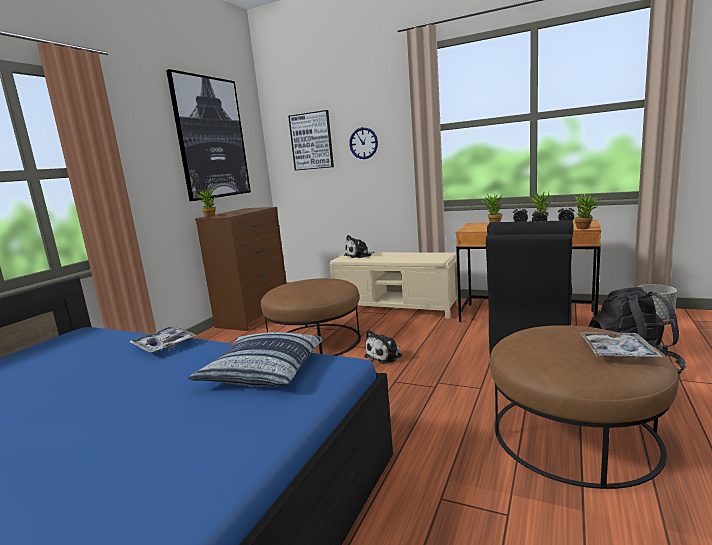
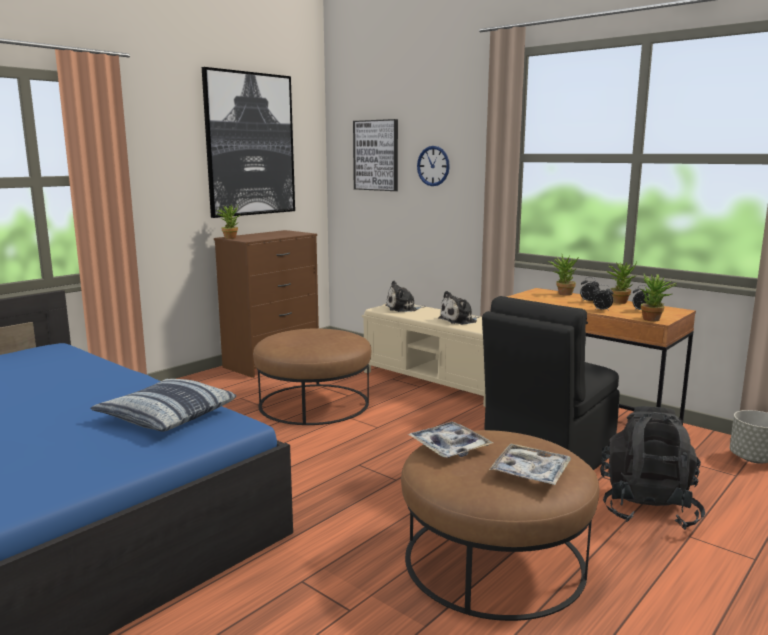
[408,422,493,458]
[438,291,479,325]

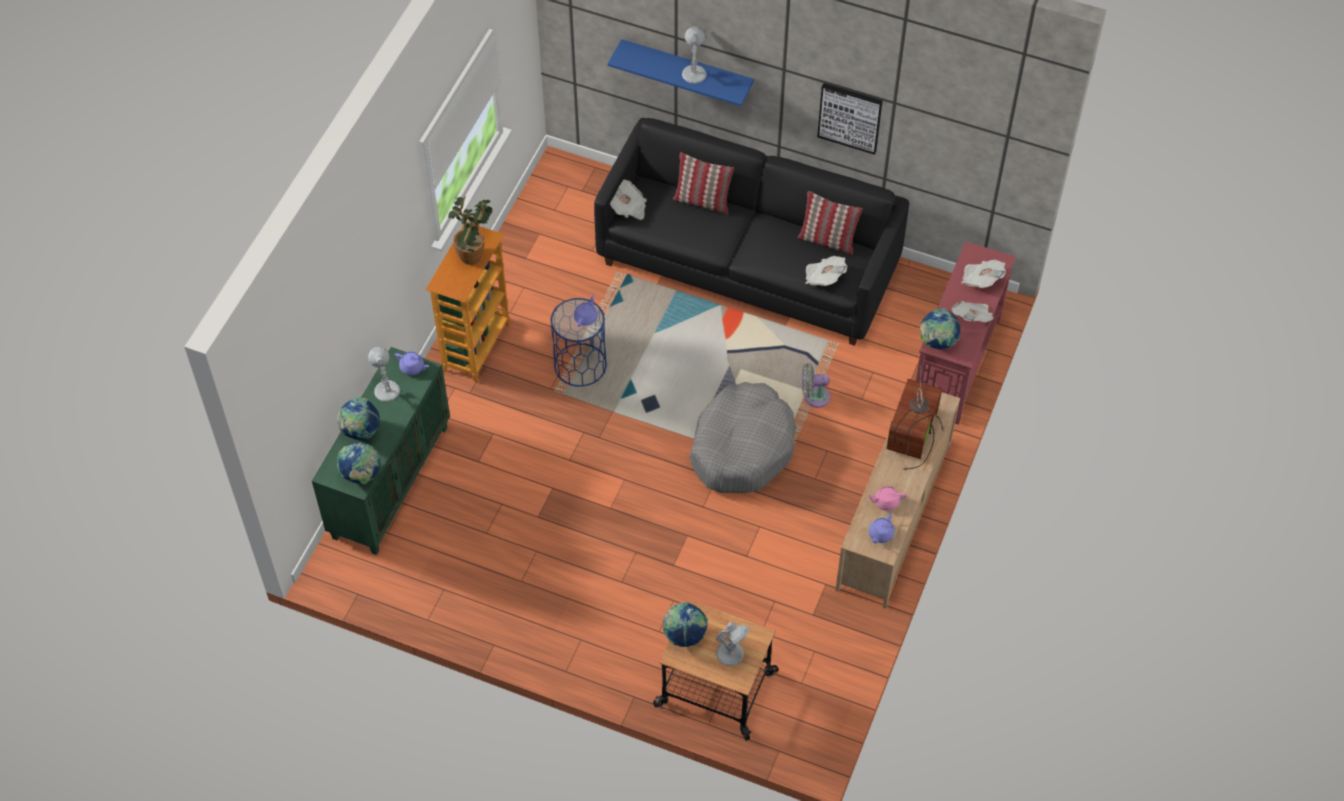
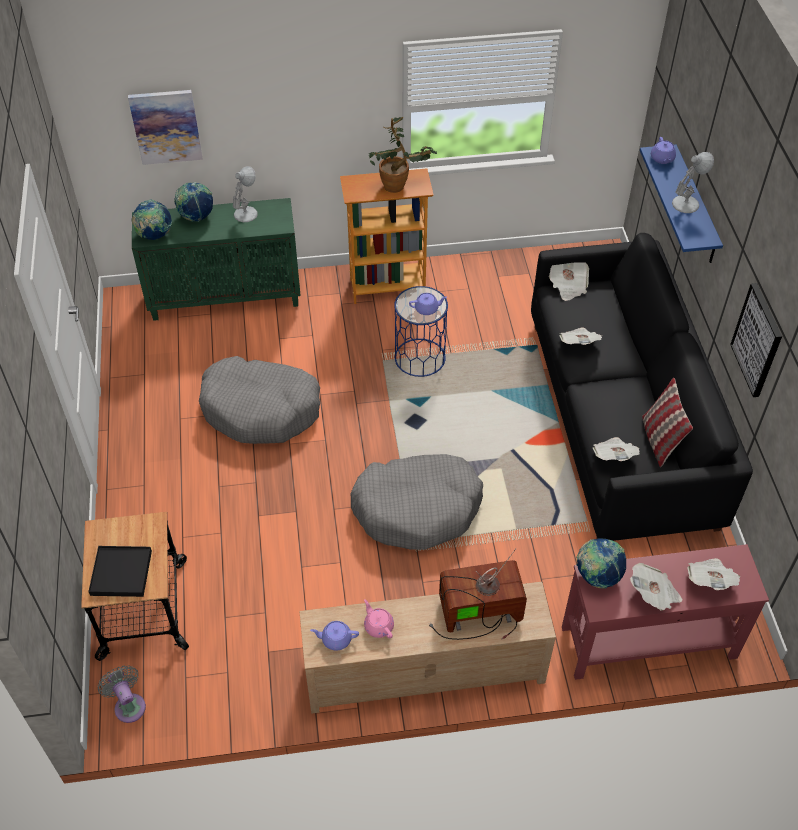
[673,153,734,214] (first image)
[651,137,676,164]
[98,665,146,723]
[663,602,708,647] (first image)
[88,546,152,597]
[128,90,203,165]
[560,328,602,345]
[199,356,320,444]

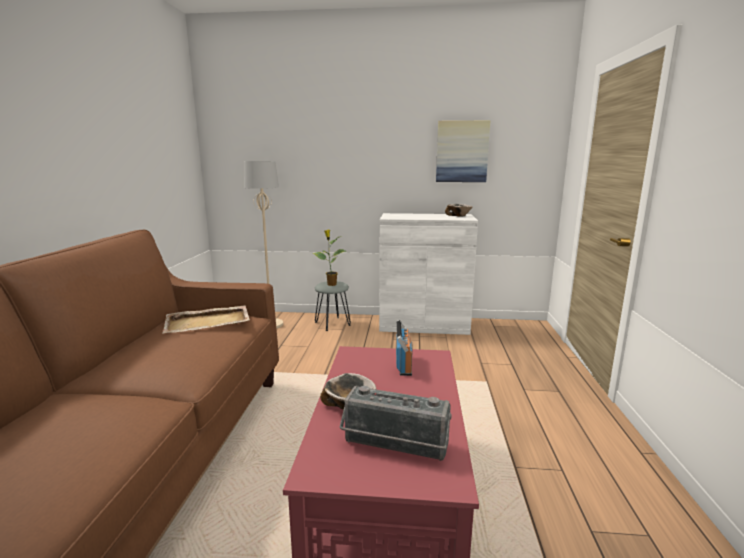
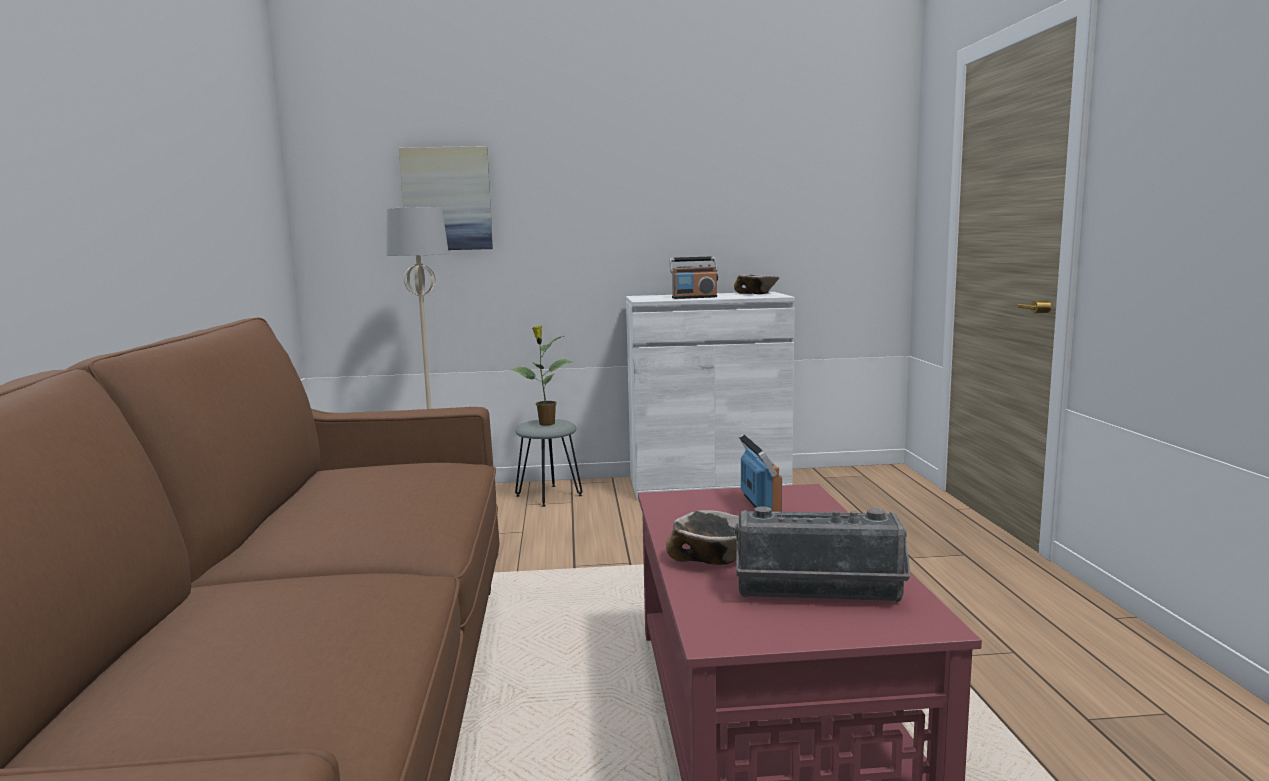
[399,146,493,250]
[163,305,250,334] (first image)
[669,257,718,299]

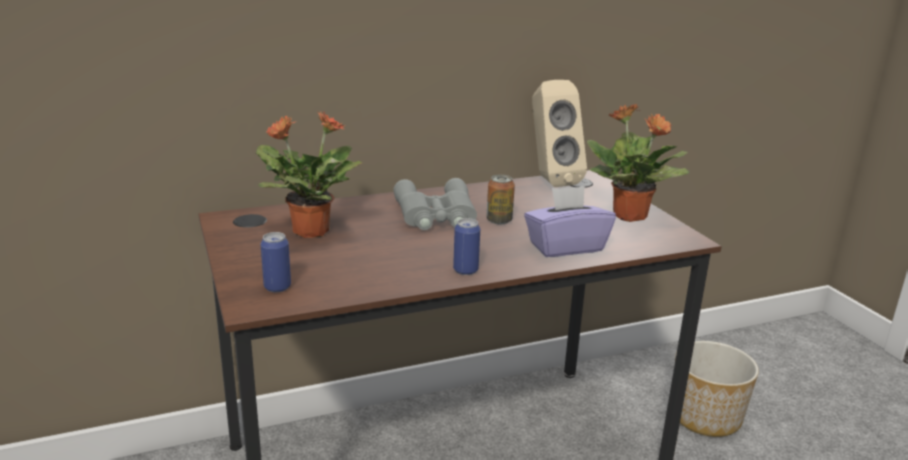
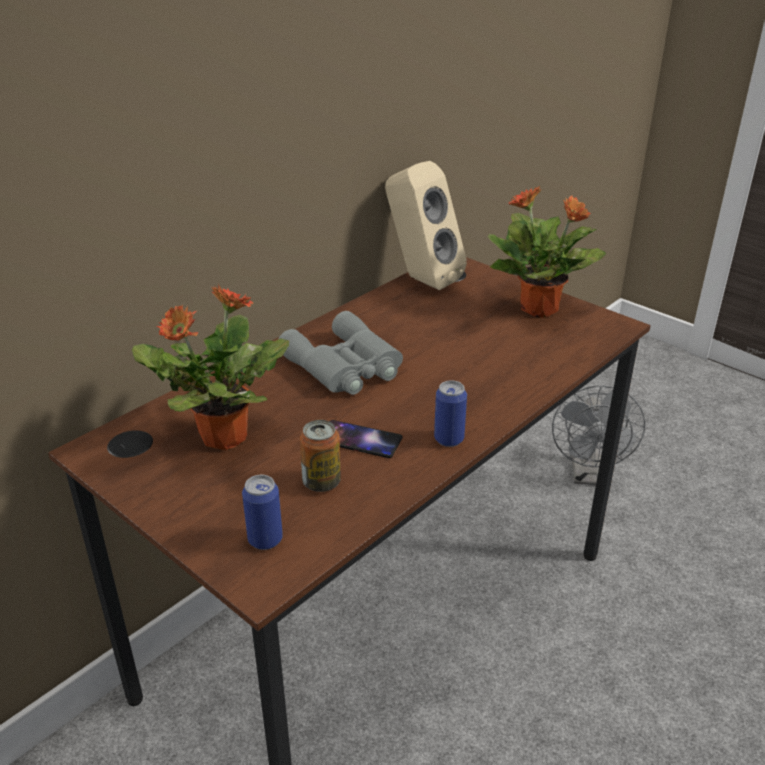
[300,420,341,492]
[524,186,616,257] (first image)
[552,385,645,485]
[330,420,403,458]

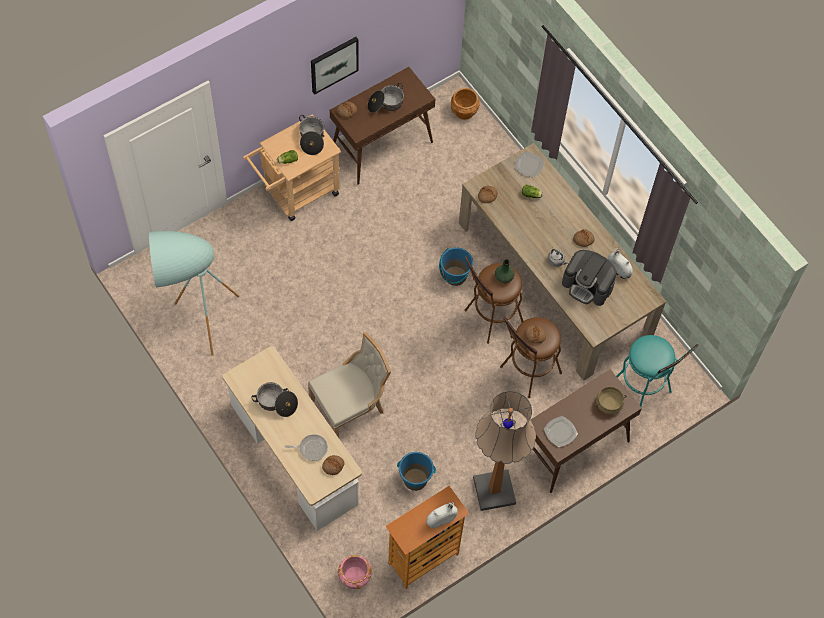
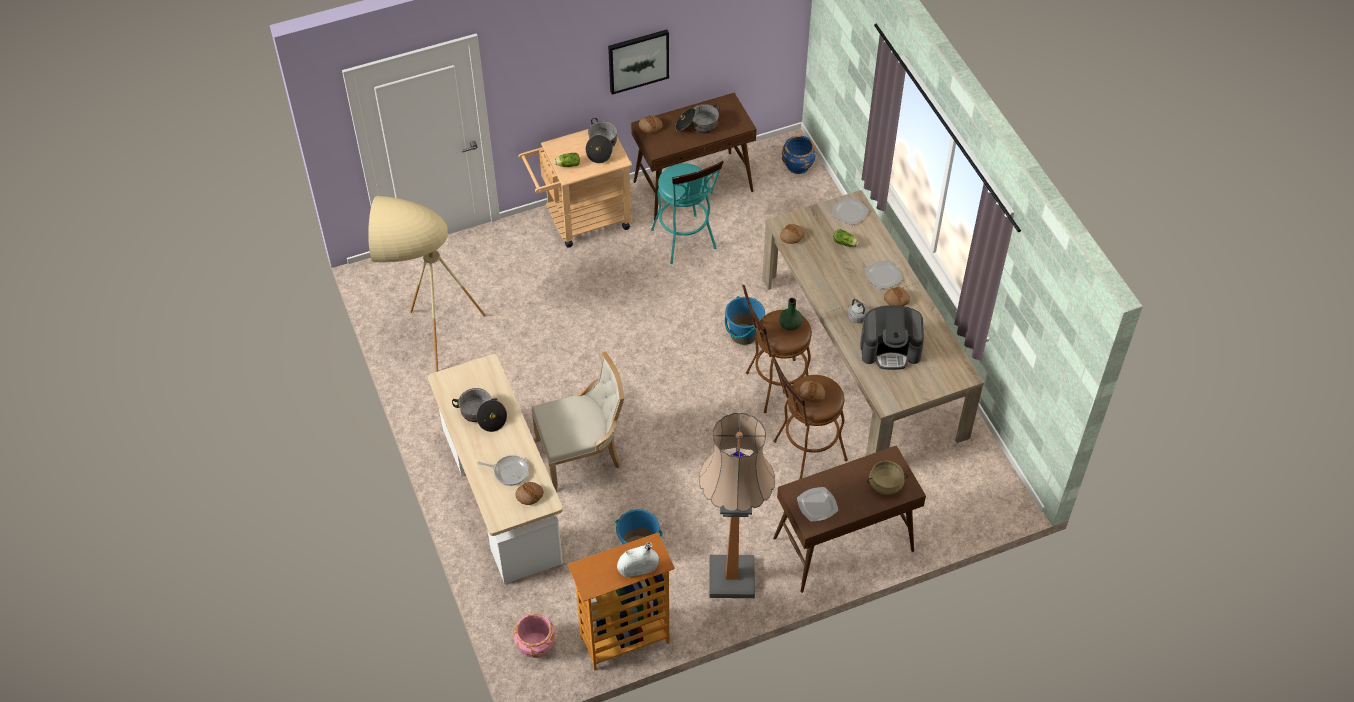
[782,136,816,174]
[368,196,486,372]
[607,248,633,279] (first image)
[860,305,924,370]
[651,161,724,264]
[865,260,903,289]

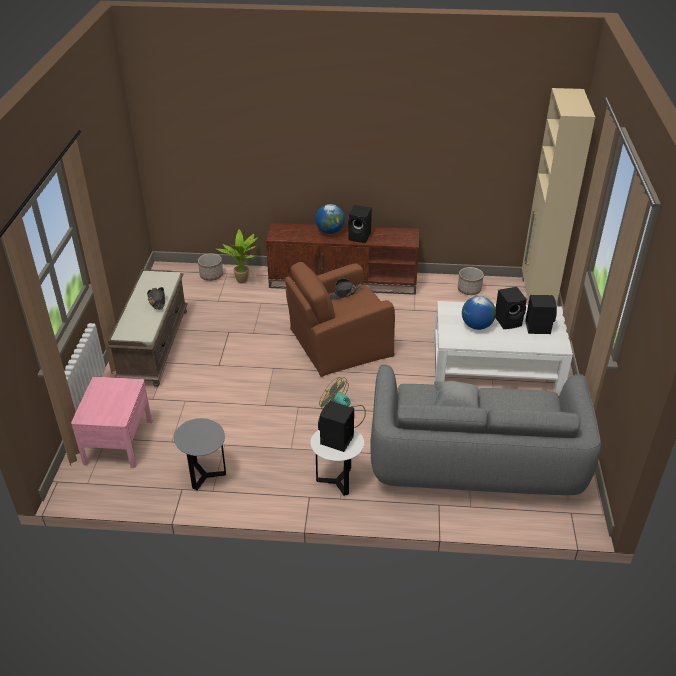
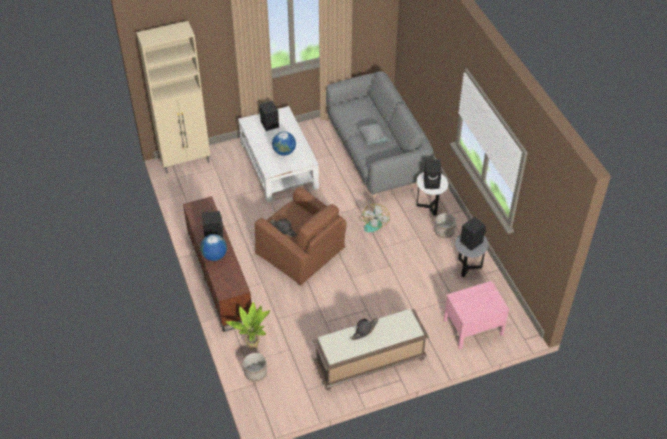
[435,213,456,238]
[460,217,486,251]

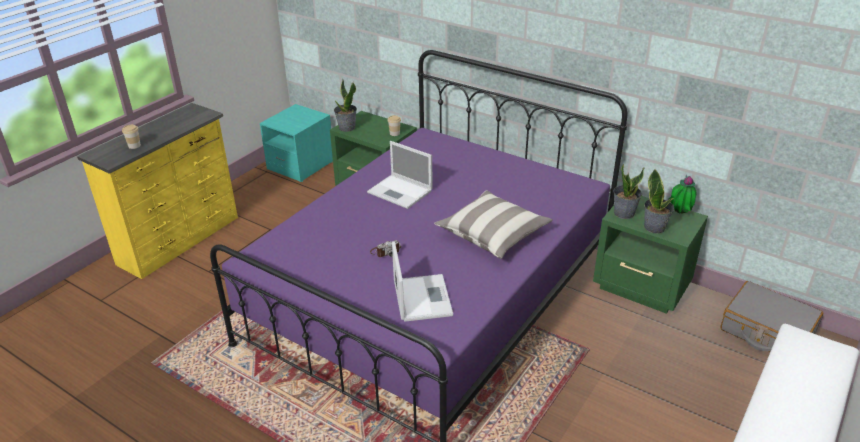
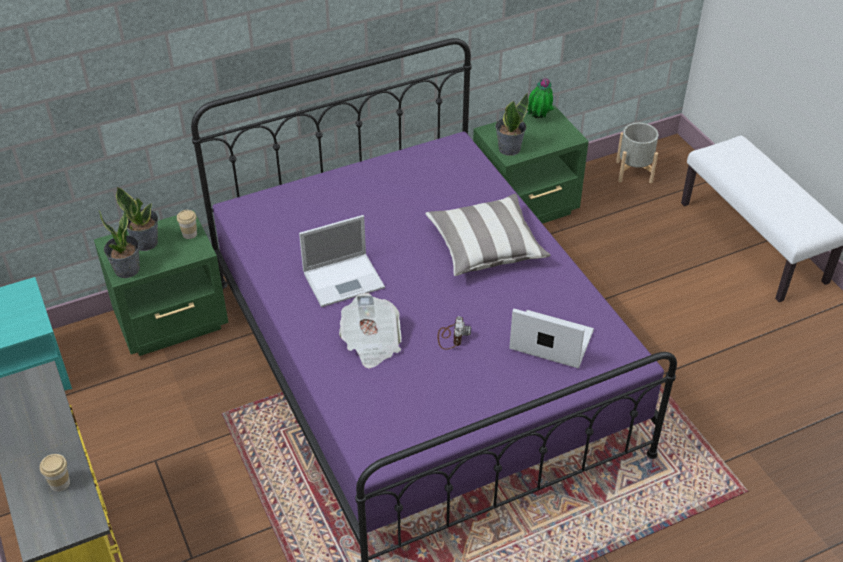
[116,187,158,251]
[616,123,659,183]
[339,293,401,369]

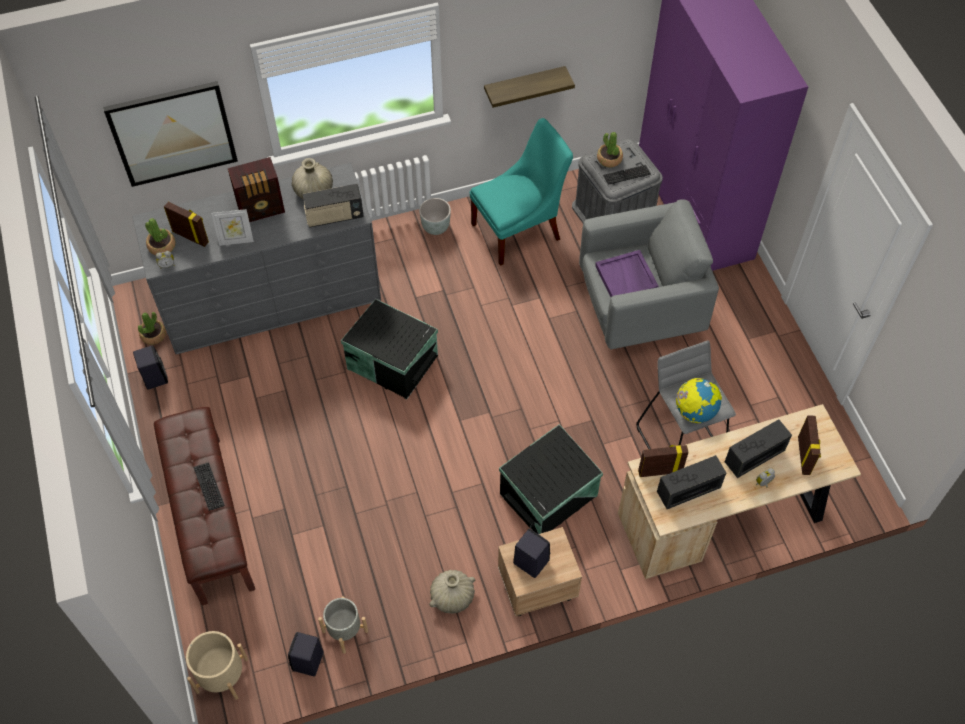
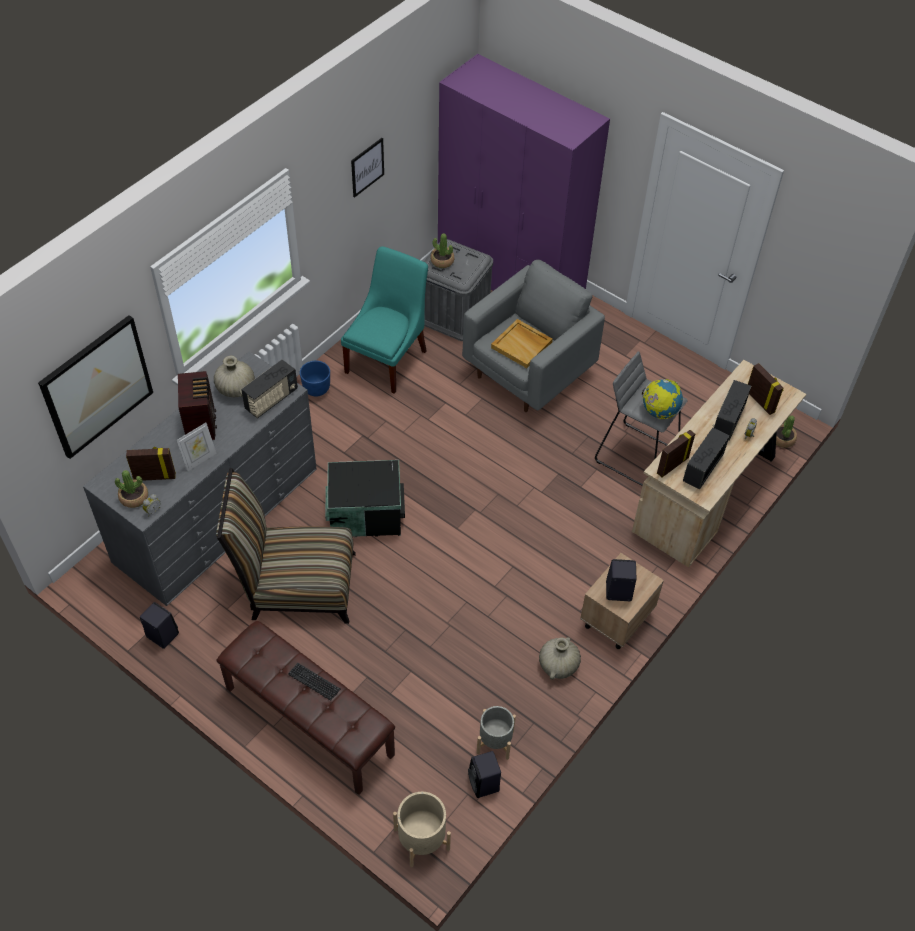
[484,66,575,108] (first image)
[178,371,217,440]
[603,165,651,185] (first image)
[300,361,330,397]
[491,319,553,368]
[776,416,797,448]
[499,424,603,534] (first image)
[351,138,384,198]
[216,468,356,624]

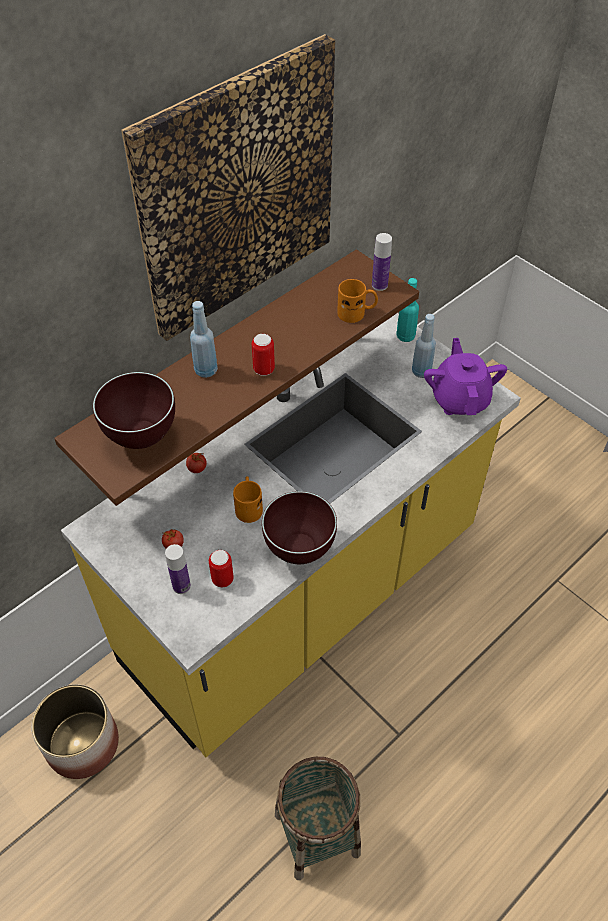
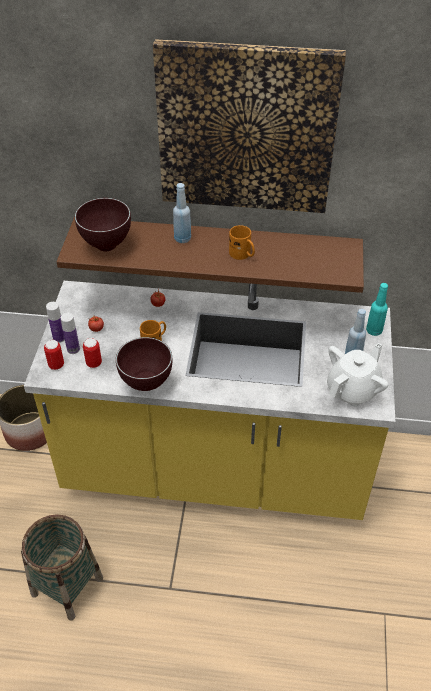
[46,302,65,343]
[229,225,255,260]
[44,340,64,370]
[327,343,388,407]

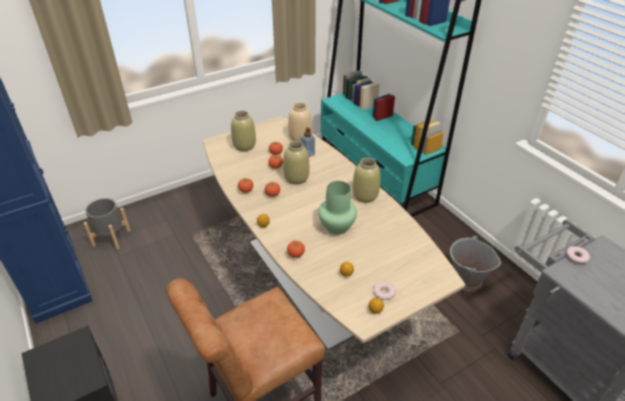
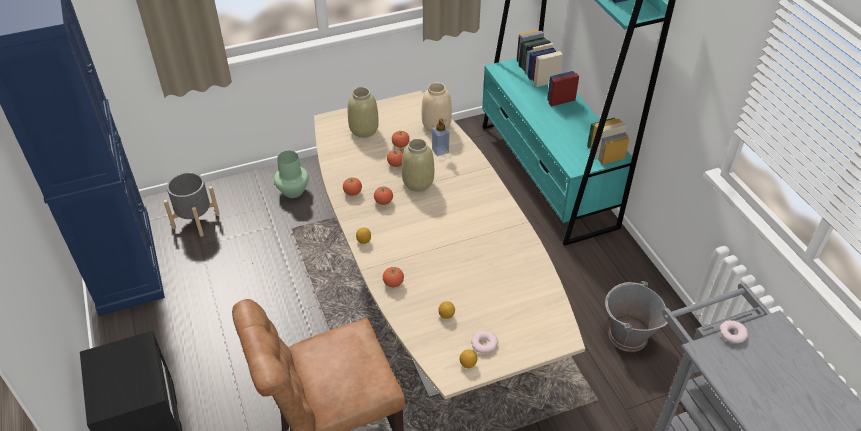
[352,158,380,203] (first image)
[274,151,309,198]

